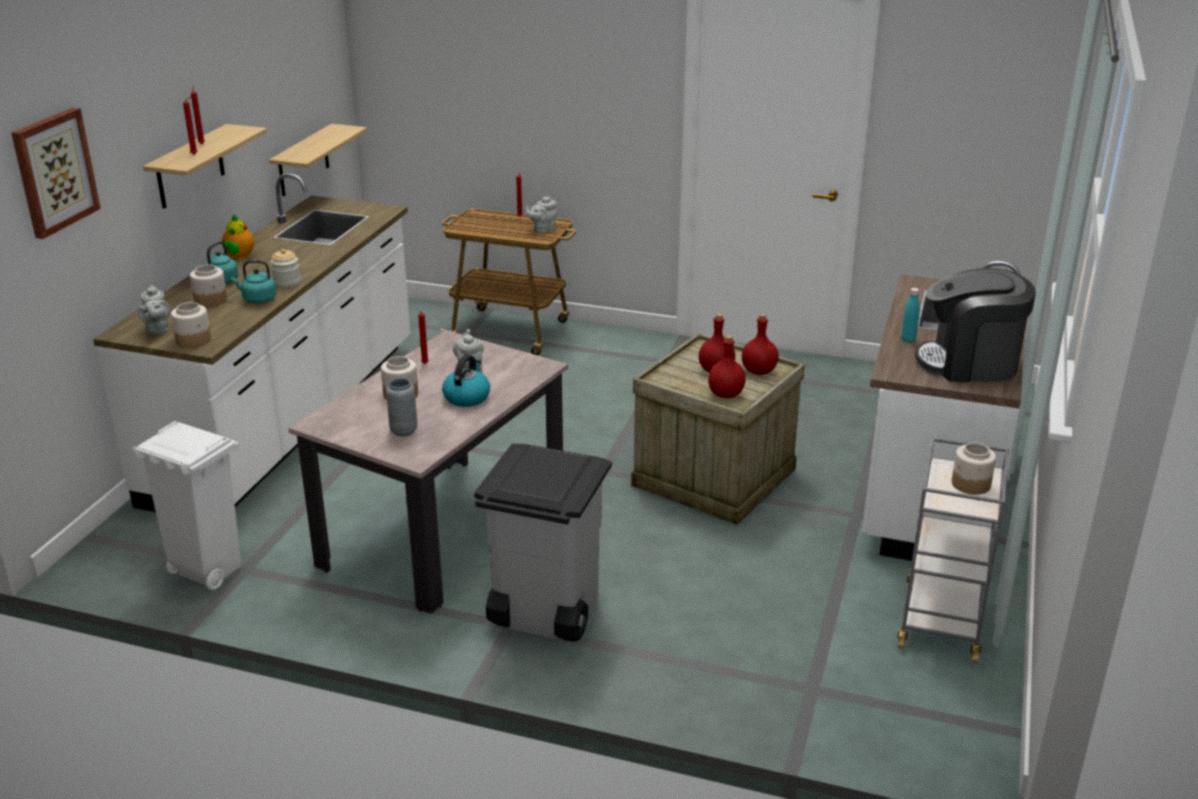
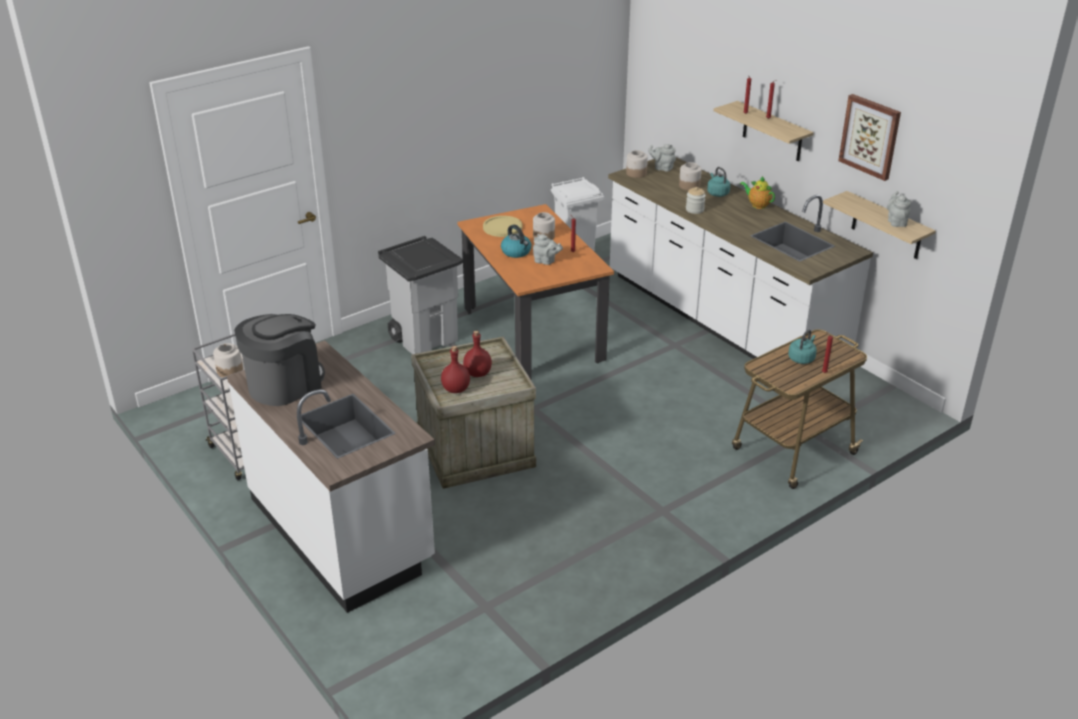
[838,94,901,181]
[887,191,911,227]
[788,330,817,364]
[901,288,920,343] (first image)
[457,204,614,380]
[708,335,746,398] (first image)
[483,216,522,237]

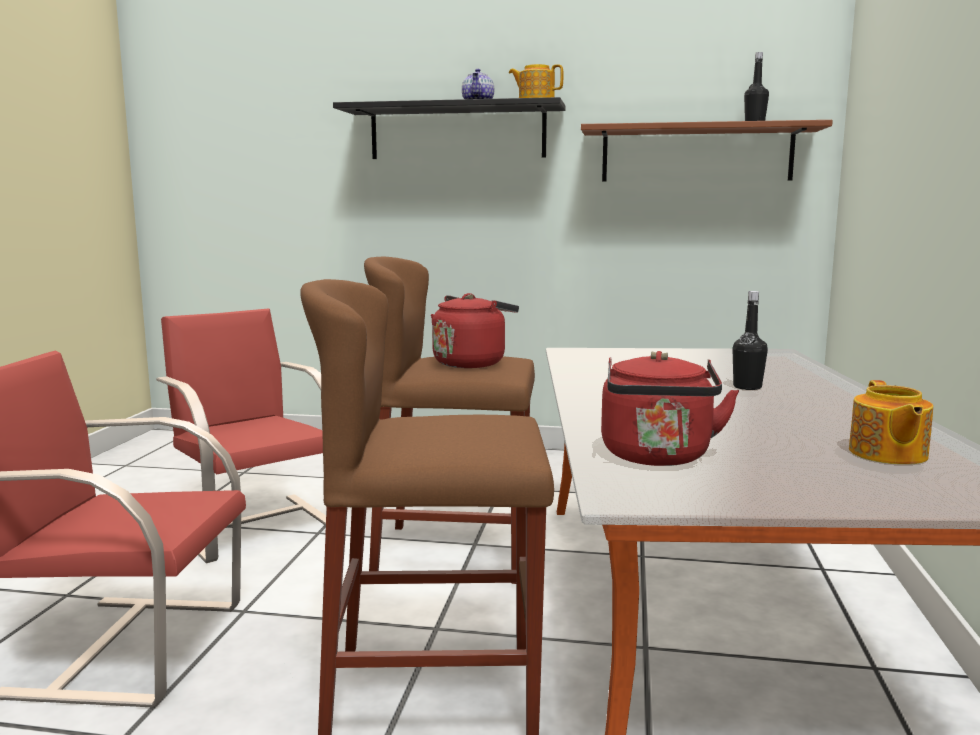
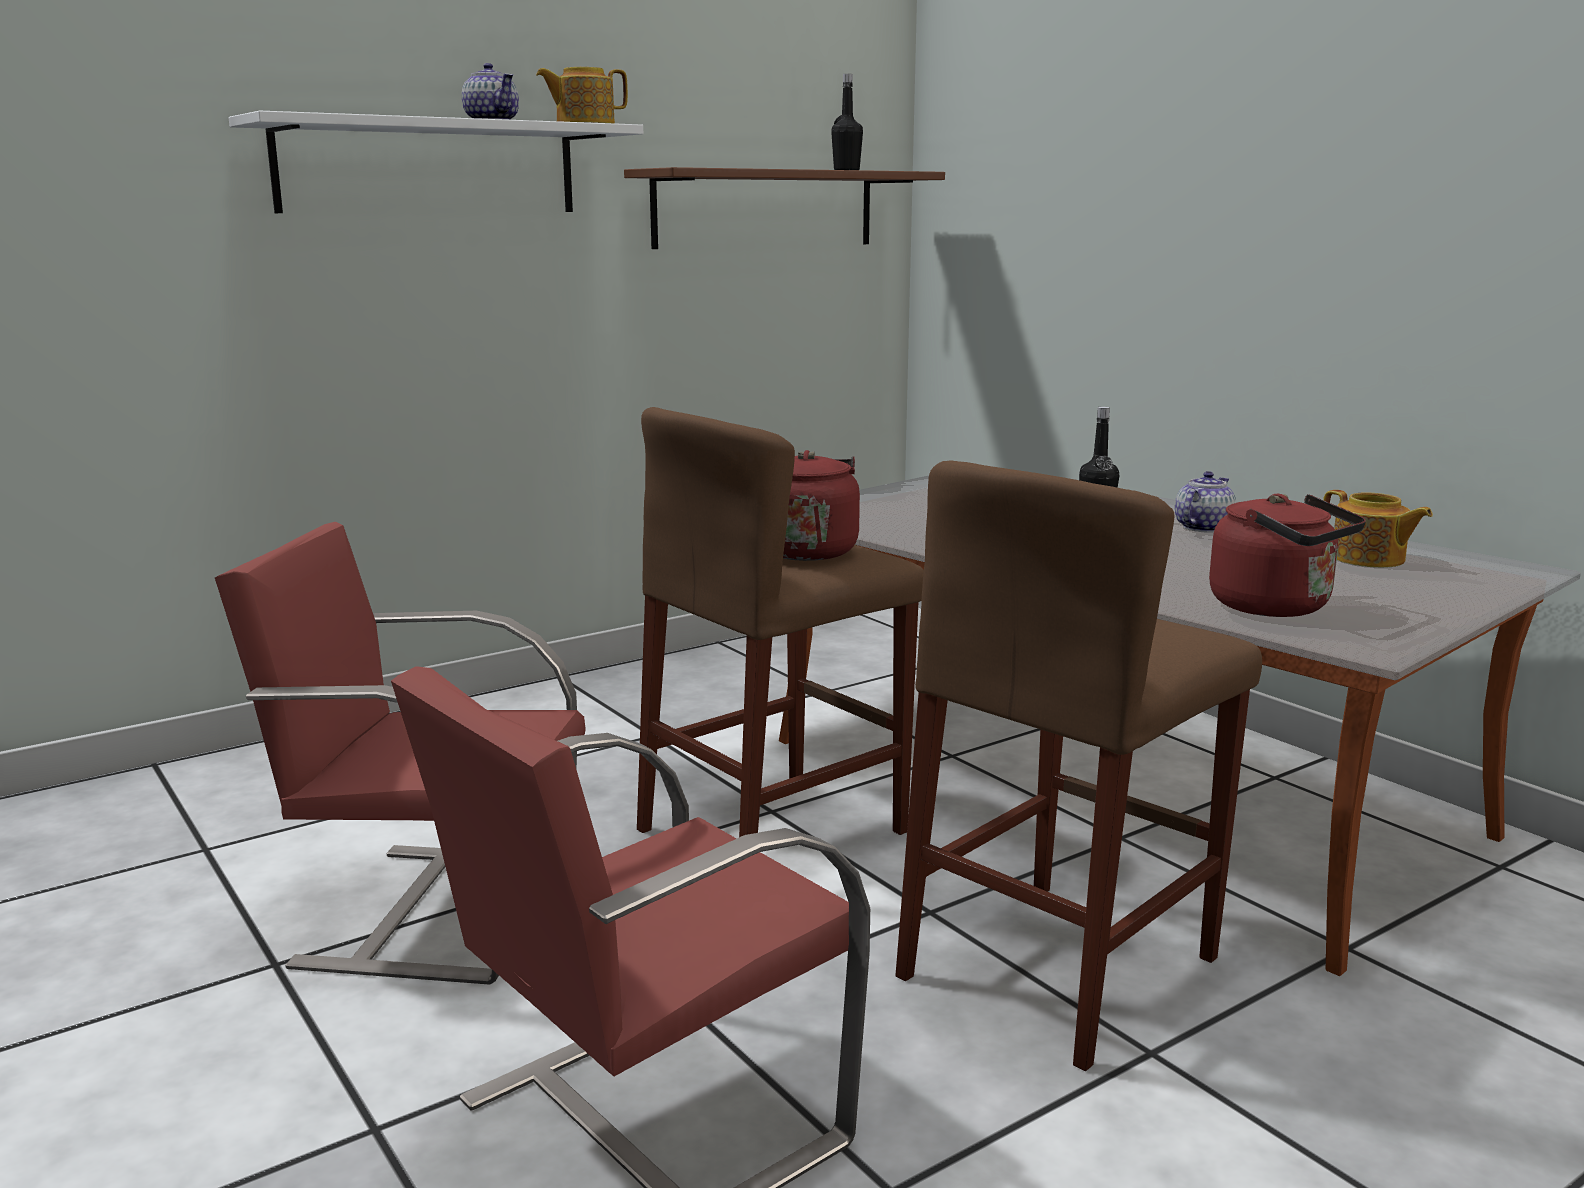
[229,111,643,213]
[1175,471,1237,533]

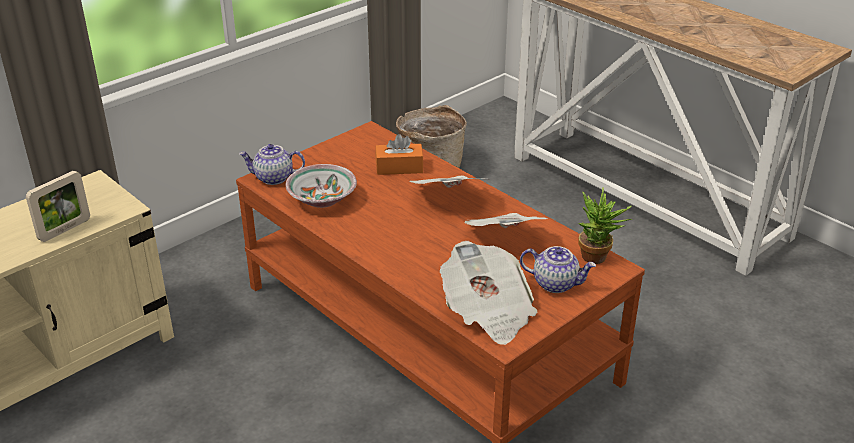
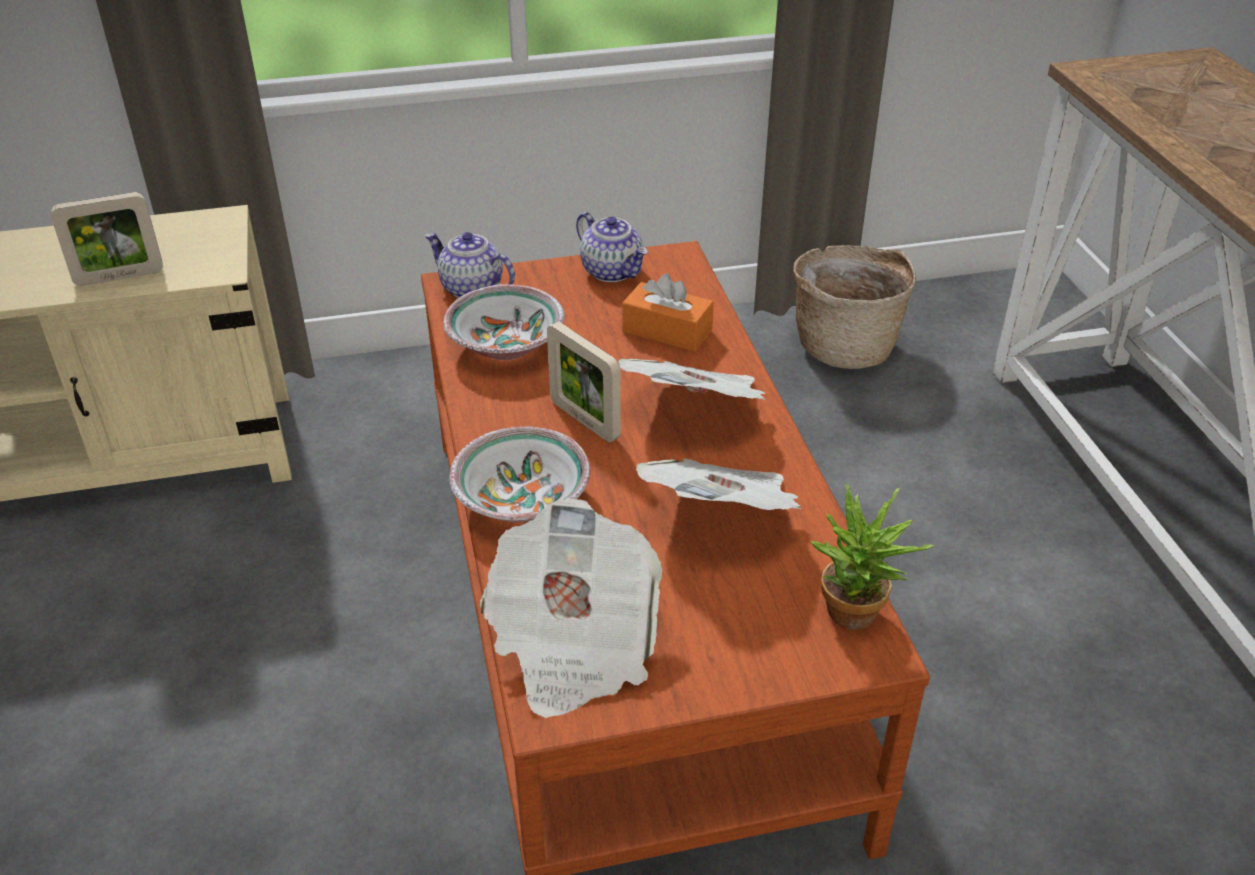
[576,212,648,282]
[547,322,621,442]
[449,426,590,522]

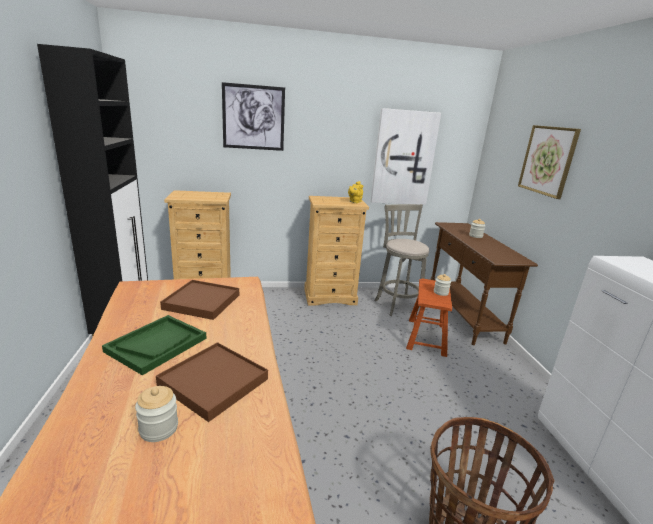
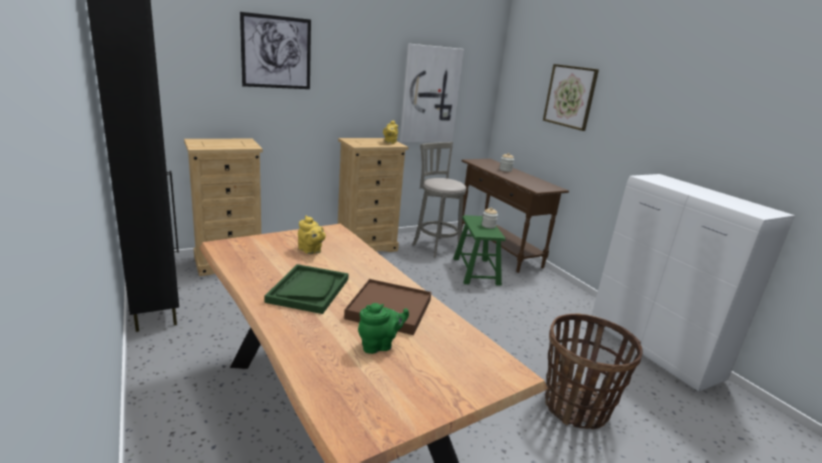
[453,215,505,286]
[298,216,326,254]
[358,303,409,354]

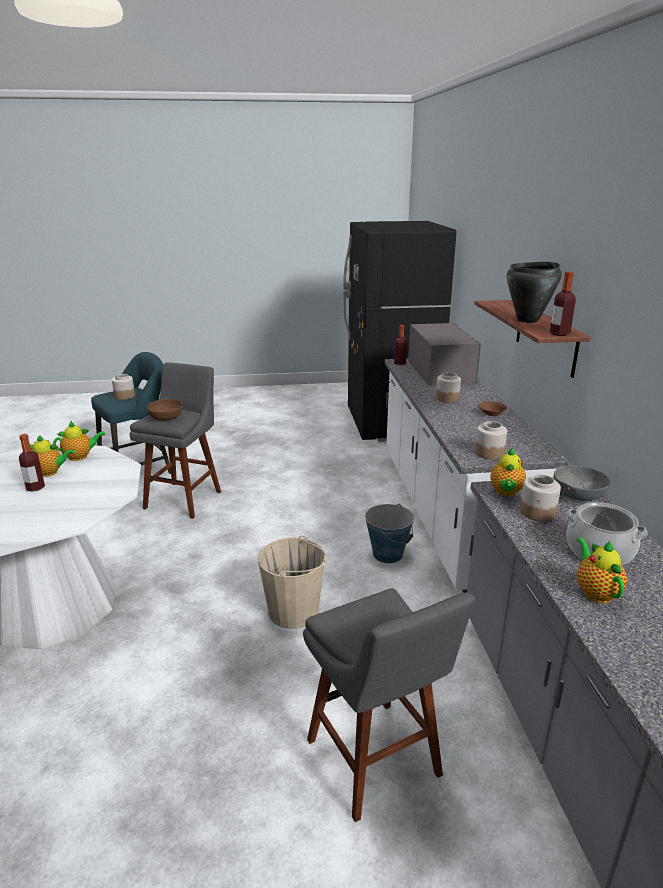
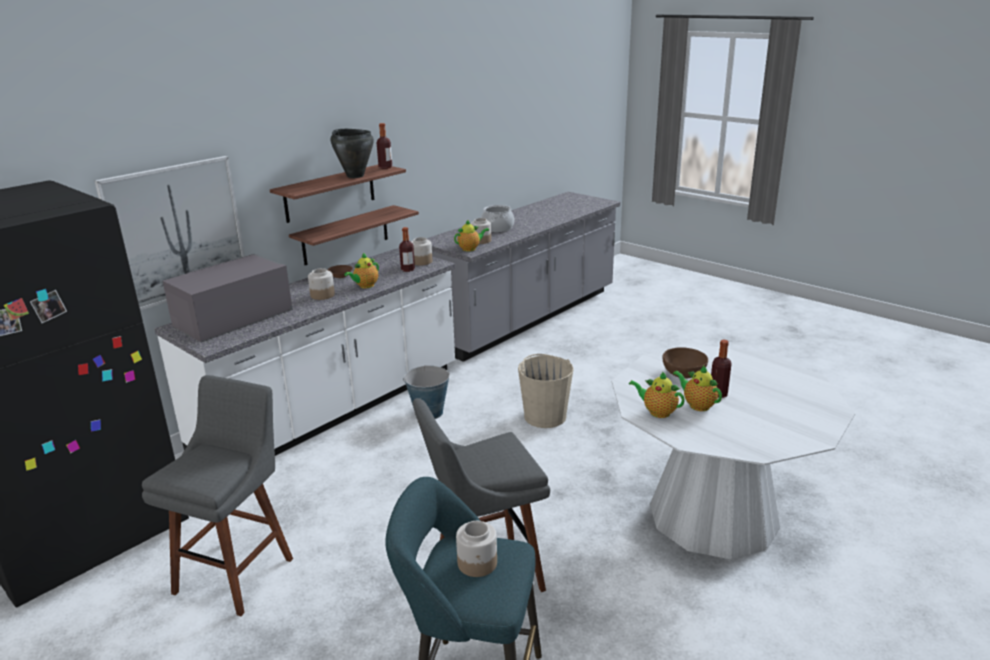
[399,227,415,272]
[663,347,708,378]
[554,465,611,501] (first image)
[344,253,379,288]
[142,375,293,616]
[94,156,245,311]
[289,205,419,265]

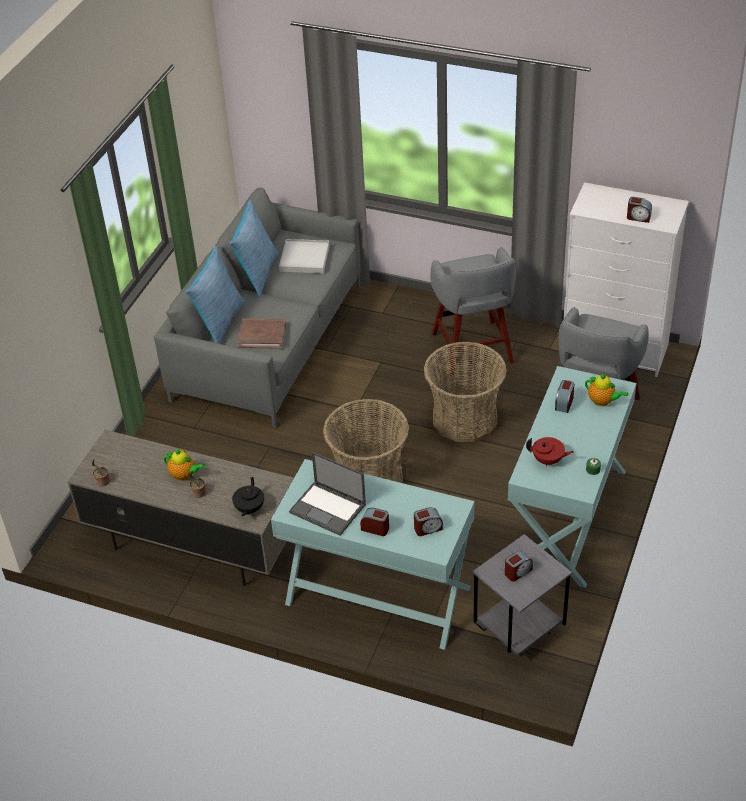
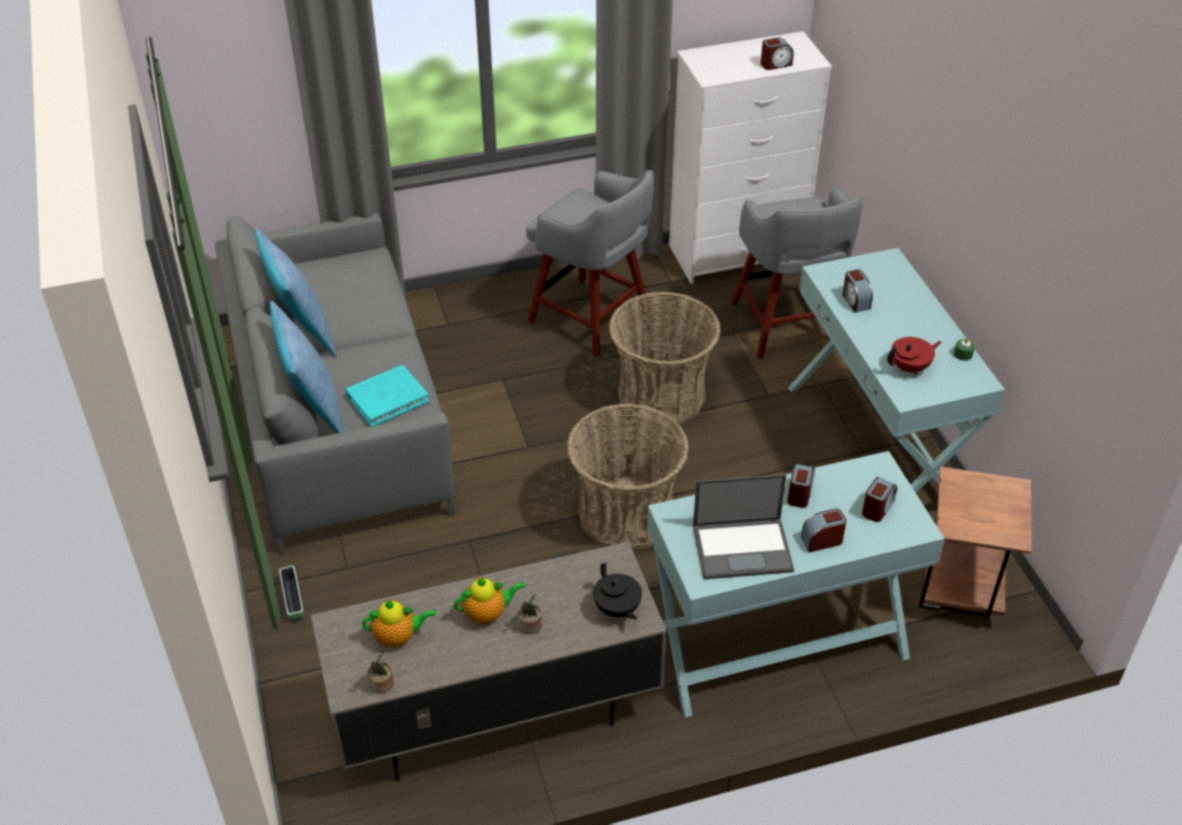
[279,239,330,273] (first image)
[346,365,429,427]
[362,599,436,647]
[919,466,1032,619]
[787,464,815,508]
[279,565,303,622]

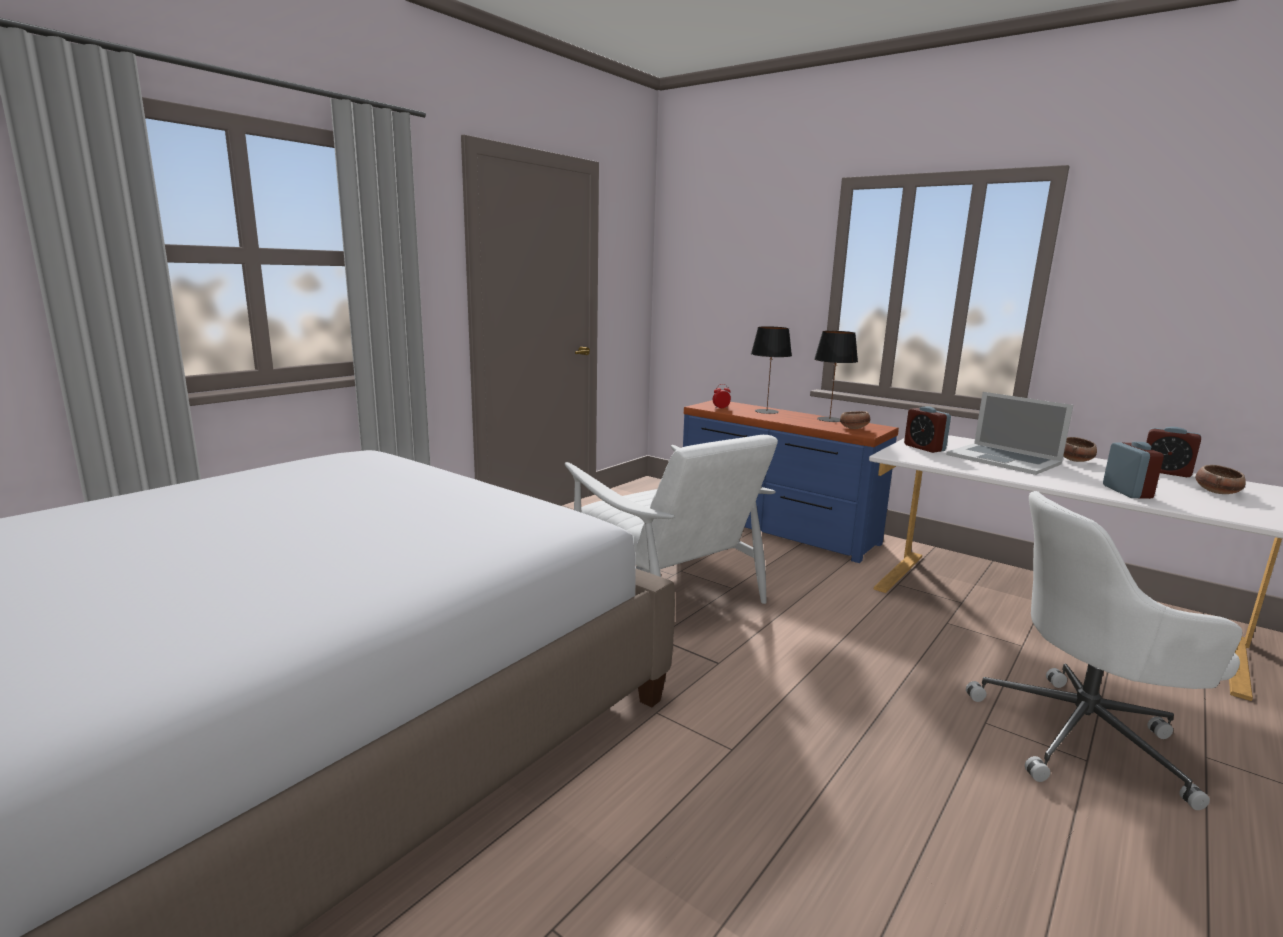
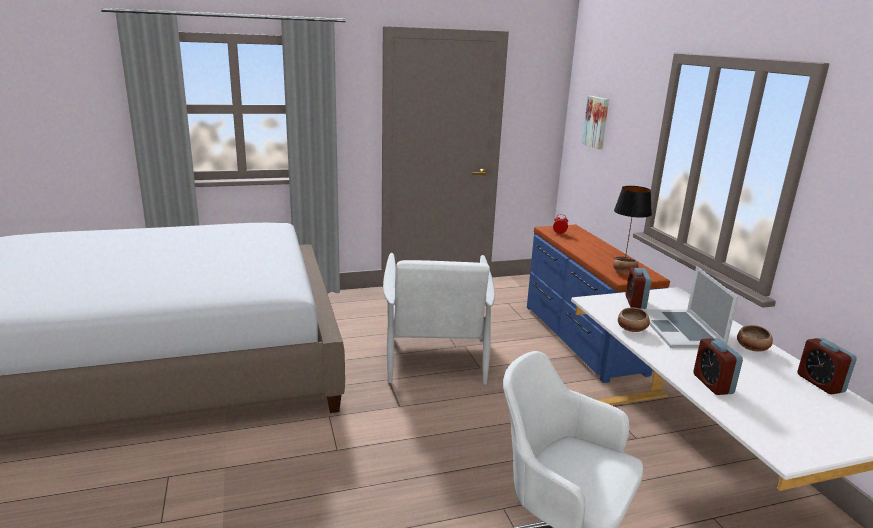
[751,326,792,414] (first image)
[693,338,743,395]
[618,307,650,332]
[582,96,609,149]

